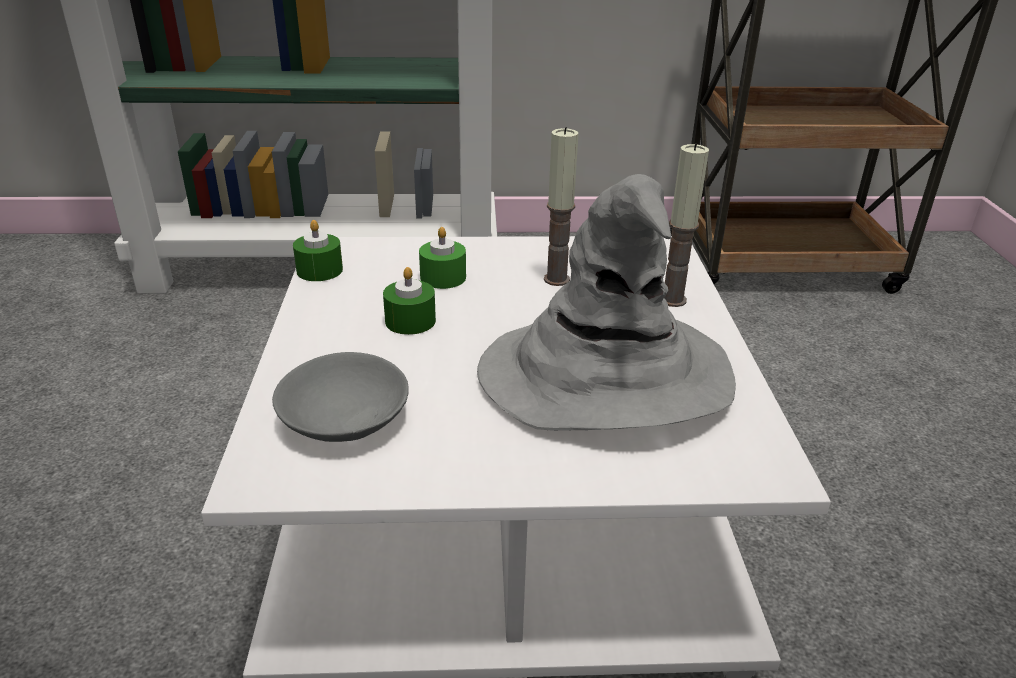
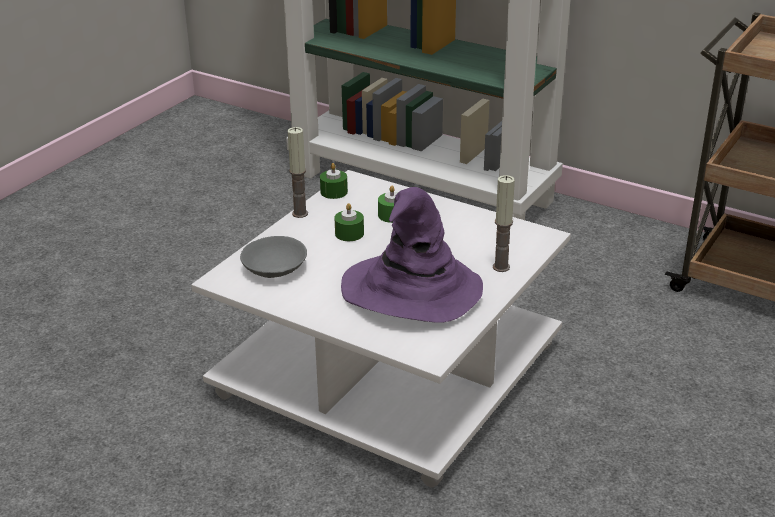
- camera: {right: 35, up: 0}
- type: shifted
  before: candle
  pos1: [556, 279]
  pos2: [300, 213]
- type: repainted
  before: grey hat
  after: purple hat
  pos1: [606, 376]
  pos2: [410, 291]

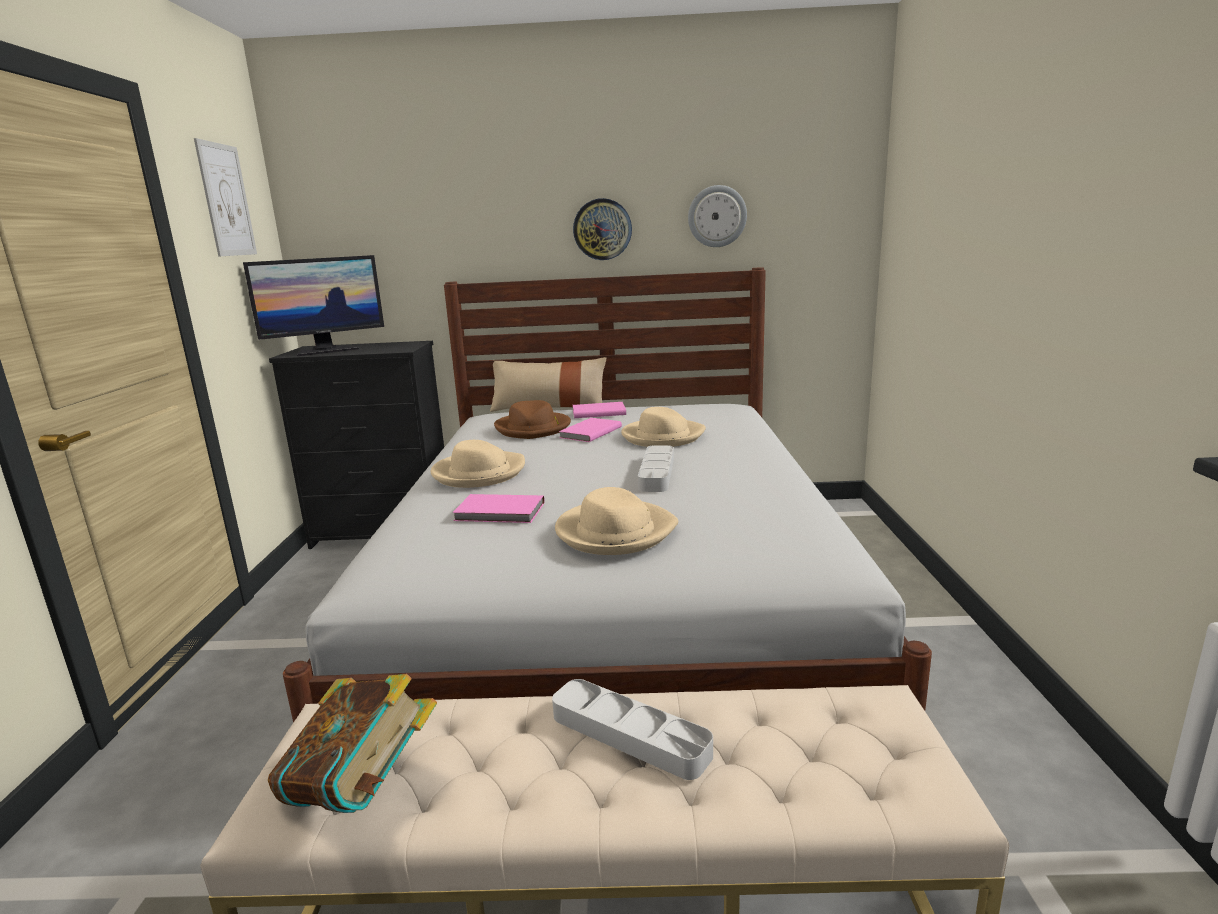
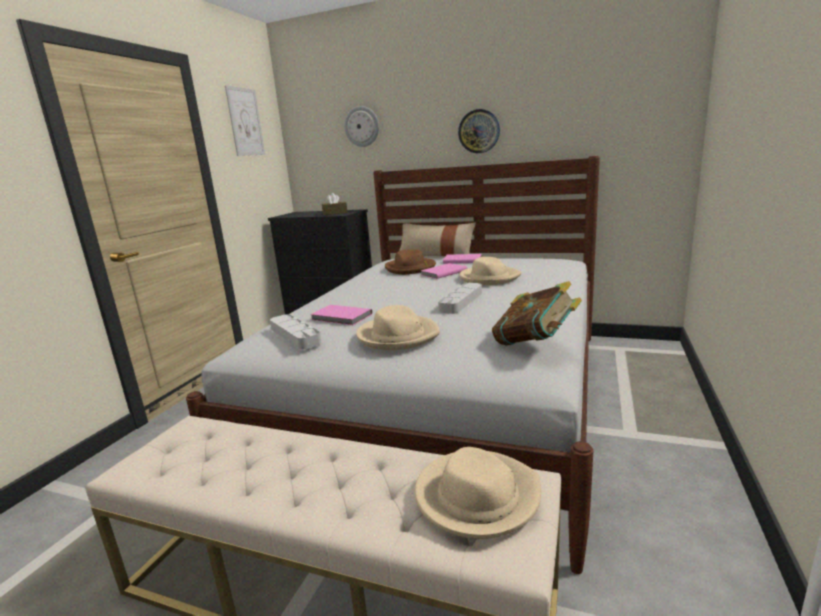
- camera: {right: 20, up: 0}
- type: shifted
  before: wall clock
  pos1: [717, 216]
  pos2: [362, 126]
- type: gone
  before: monitor
  pos1: [326, 351]
- type: shifted
  before: beige hat
  pos1: [479, 473]
  pos2: [476, 496]
- type: shifted
  before: book
  pos1: [362, 790]
  pos2: [535, 344]
- type: shifted
  before: grey tray
  pos1: [629, 734]
  pos2: [295, 335]
- type: new
  after: brown tissue box
  pos2: [335, 213]

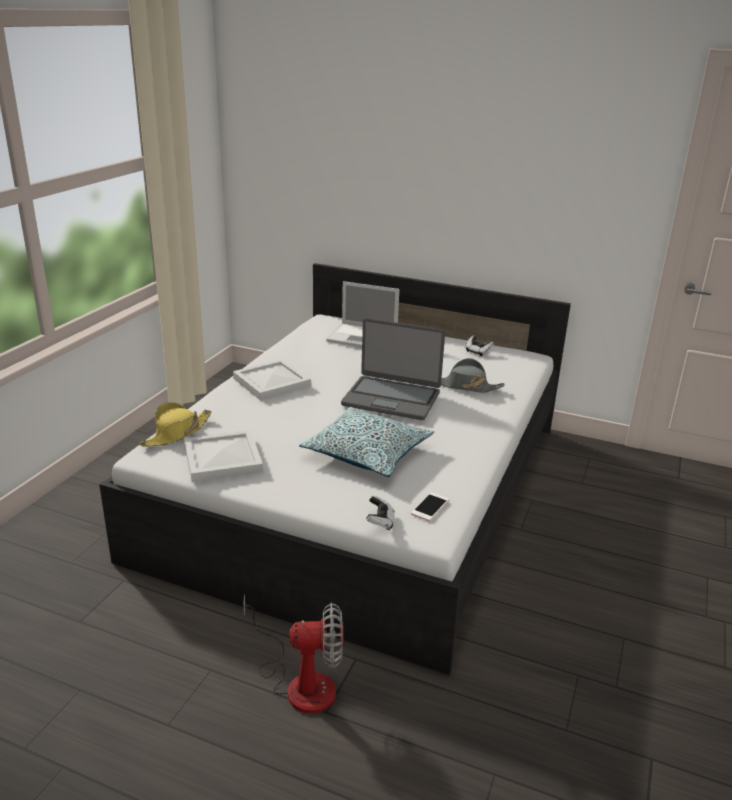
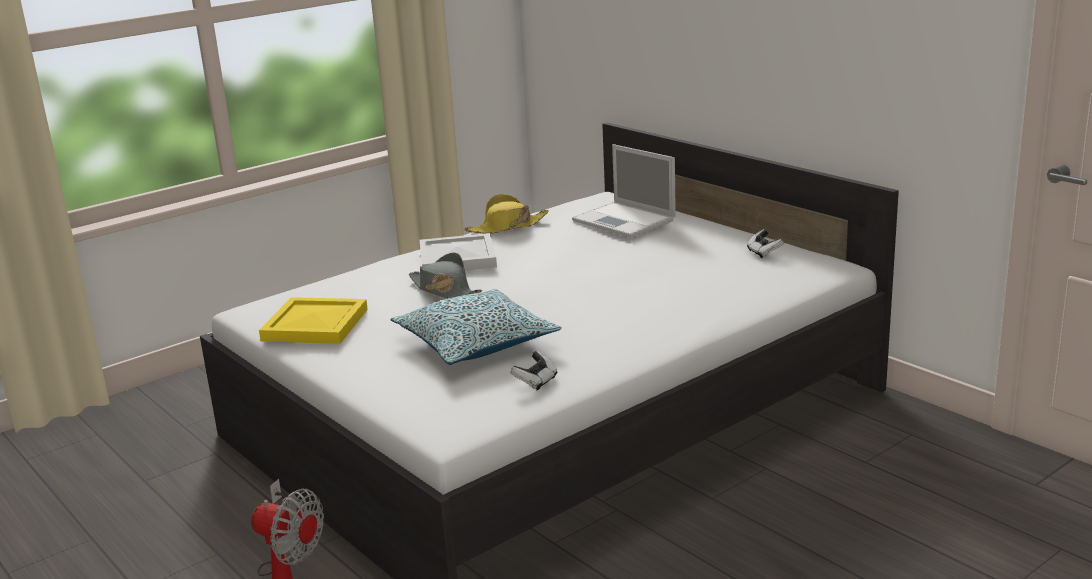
- camera: {right: 30, up: -5}
- type: gone
  before: laptop
  pos1: [391, 398]
- type: shifted
  before: grey hat
  pos1: [466, 386]
  pos2: [444, 290]
- type: shifted
  before: yellow hat
  pos1: [177, 433]
  pos2: [507, 227]
- type: repainted
  before: white tray
  after: yellow tray
  pos1: [223, 458]
  pos2: [317, 324]
- type: gone
  before: phone
  pos1: [430, 507]
- type: shifted
  before: game controller
  pos1: [380, 522]
  pos2: [536, 381]

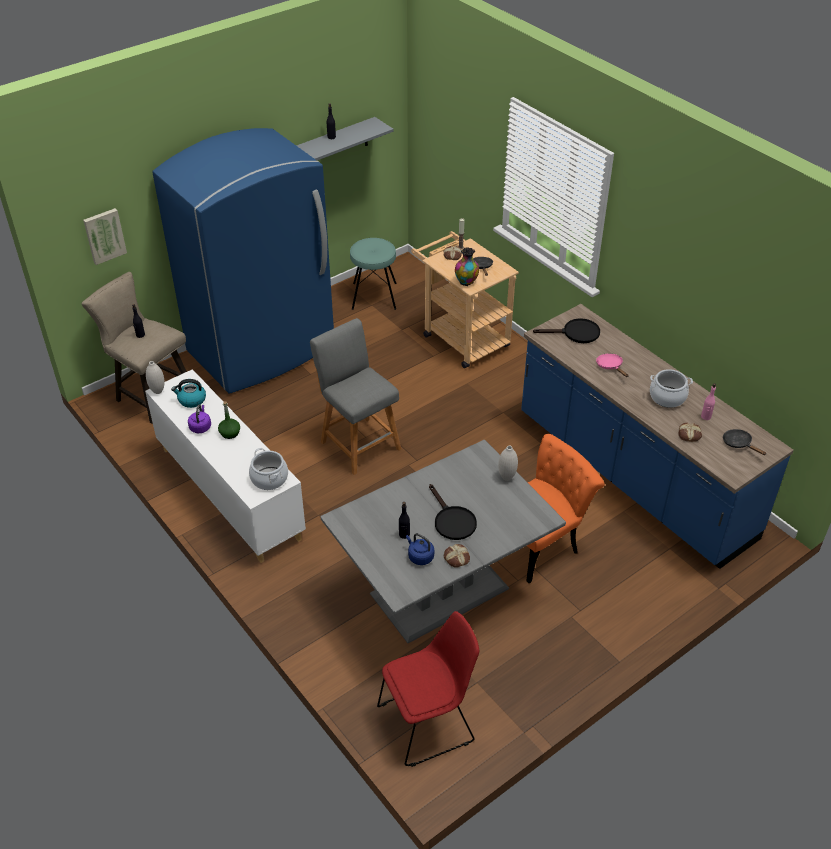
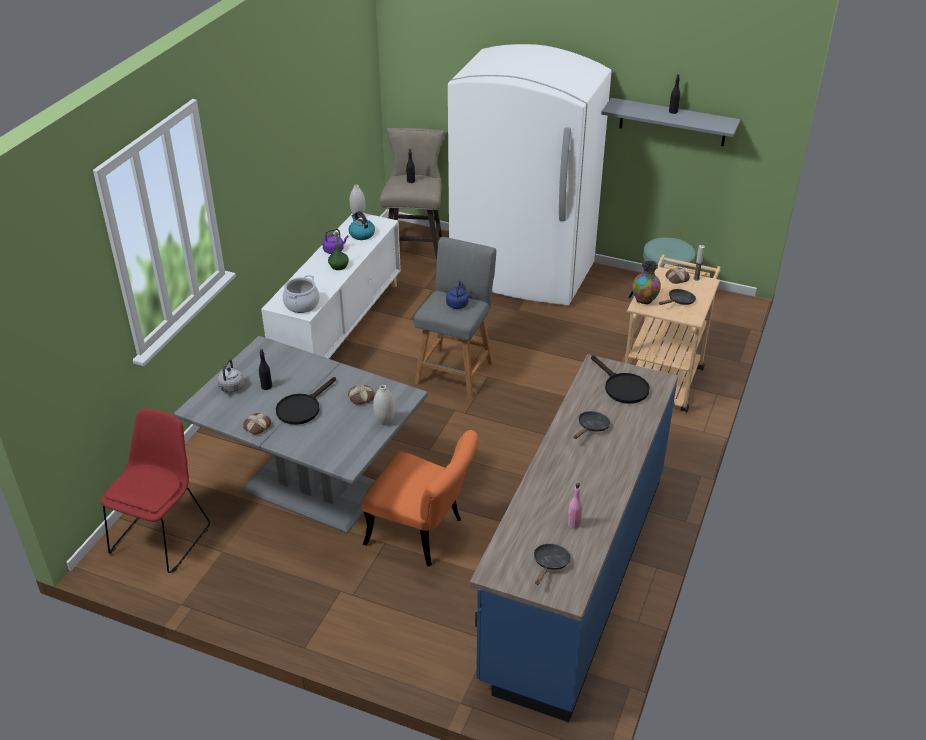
- camera: {right: 60, up: -5}
- type: repainted
  before: blue fridge
  after: white fridge
  pos1: [262, 349]
  pos2: [522, 273]
- type: gone
  before: picture
  pos1: [104, 235]
- type: repainted
  before: pink frying pan
  after: black frying pan
  pos1: [610, 366]
  pos2: [591, 427]
- type: gone
  before: cooking pot
  pos1: [667, 397]
- type: shifted
  before: bread
  pos1: [689, 434]
  pos2: [361, 398]
- type: shifted
  before: blue kettle
  pos1: [419, 556]
  pos2: [457, 304]
- type: rotated
  before: red chair
  pos1: [428, 722]
  pos2: [162, 536]
  turn: -105
- type: new
  after: grey kettle
  pos2: [231, 388]

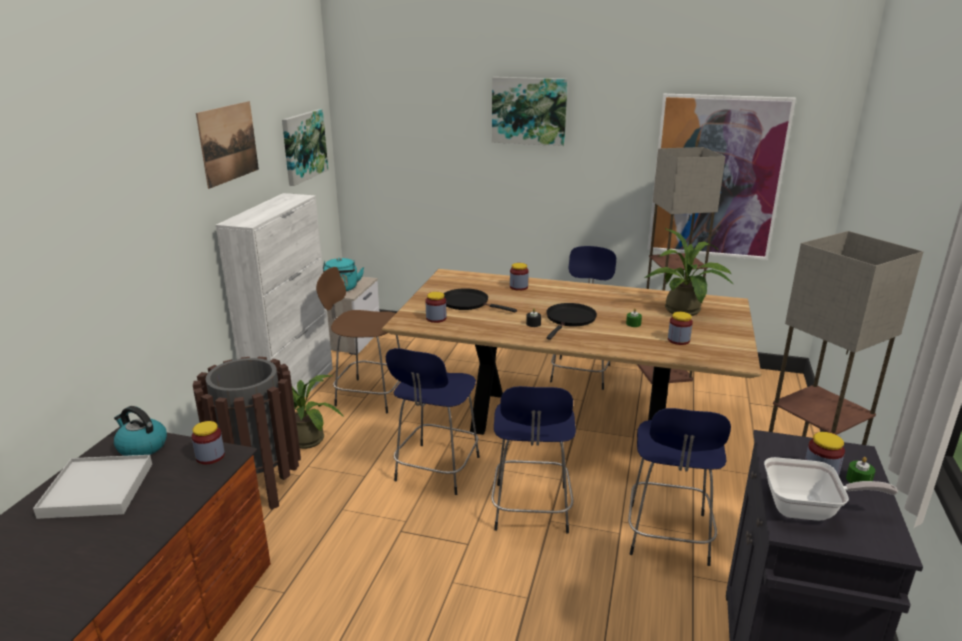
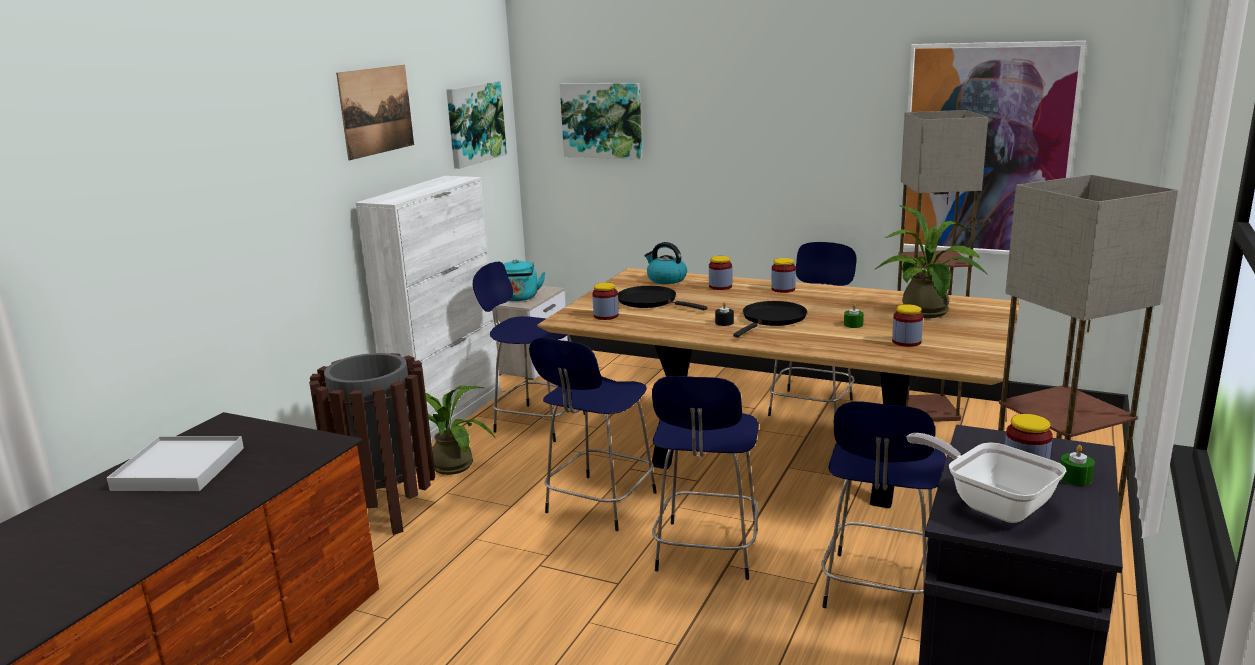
- camera: {right: 10, up: -5}
- type: shifted
  before: picture
  pos1: [529, 111]
  pos2: [602, 120]
- type: repainted
  before: brown stool
  after: blue stool
  pos1: [368, 395]
  pos2: [537, 422]
- type: shifted
  before: kettle
  pos1: [141, 447]
  pos2: [666, 279]
- type: shifted
  before: jar
  pos1: [210, 456]
  pos2: [783, 289]
- type: rotated
  before: frying pan
  pos1: [808, 509]
  pos2: [991, 504]
  turn: -150

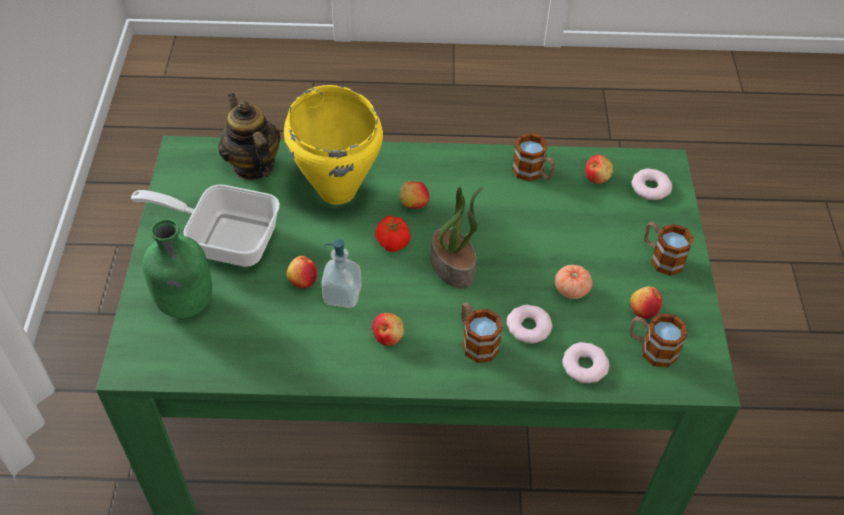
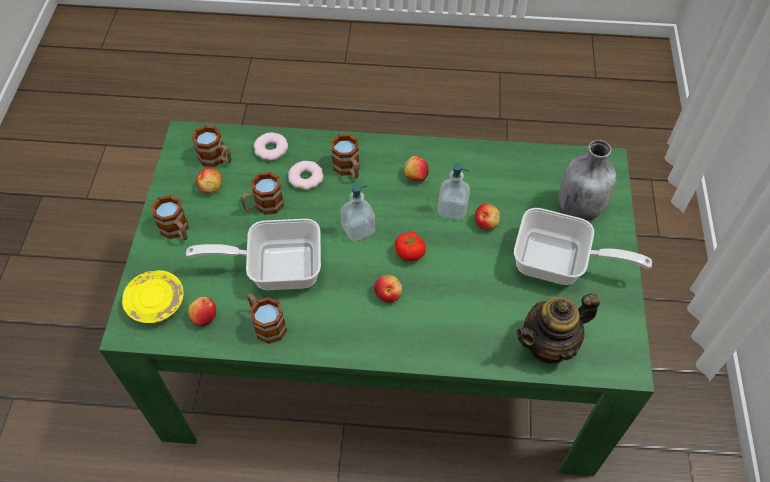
- camera: {right: -175, up: 5}
- type: gone
  before: yellow cooking pot
  pos1: [338, 190]
- type: rotated
  before: teapot
  pos1: [253, 166]
  pos2: [549, 345]
  turn: 90
- type: swapped
  before: donut
  after: yellow plate
  pos1: [650, 187]
  pos2: [156, 302]
- type: swapped
  before: potted plant
  after: soap dispenser
  pos1: [453, 267]
  pos2: [358, 229]
- type: repainted
  before: green bottle
  after: grey bottle
  pos1: [185, 303]
  pos2: [579, 207]
- type: swapped
  before: tomato
  after: mug
  pos1: [571, 289]
  pos2: [263, 206]
- type: new
  after: frying pan
  pos2: [275, 267]

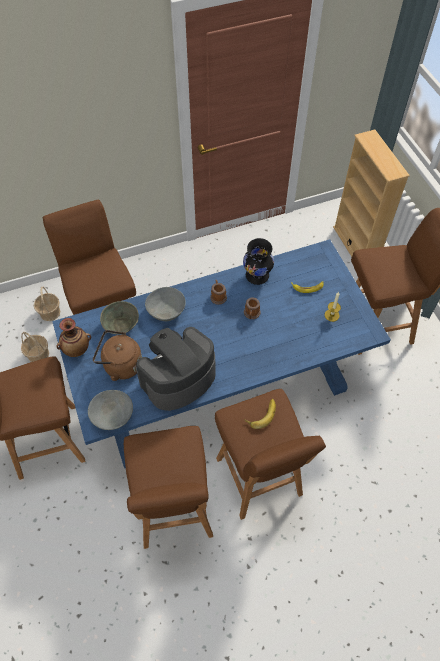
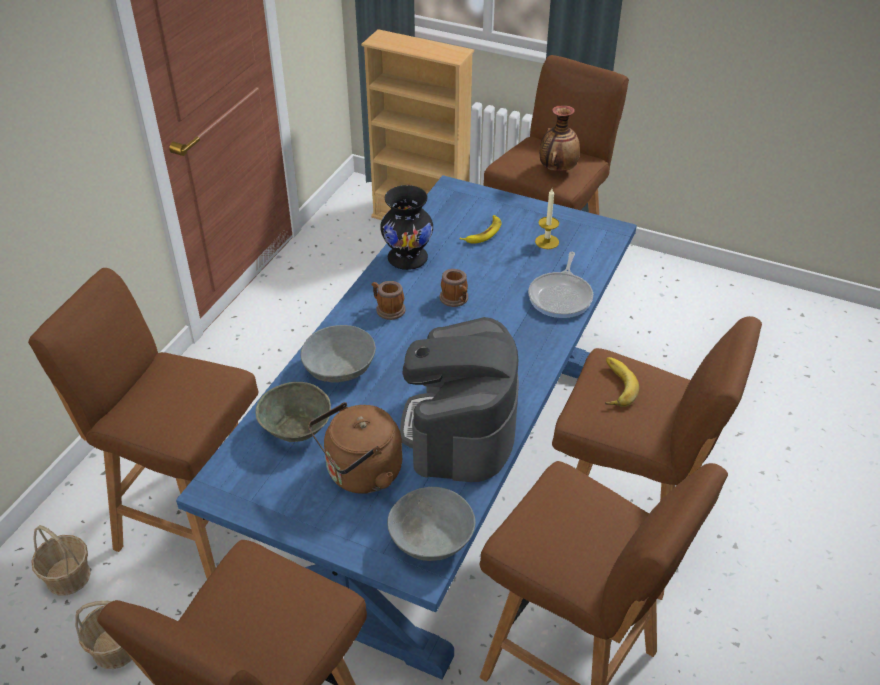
- camera: {right: -45, up: -15}
- type: shifted
  before: vase
  pos1: [76, 349]
  pos2: [557, 169]
- type: new
  after: frying pan
  pos2: [561, 296]

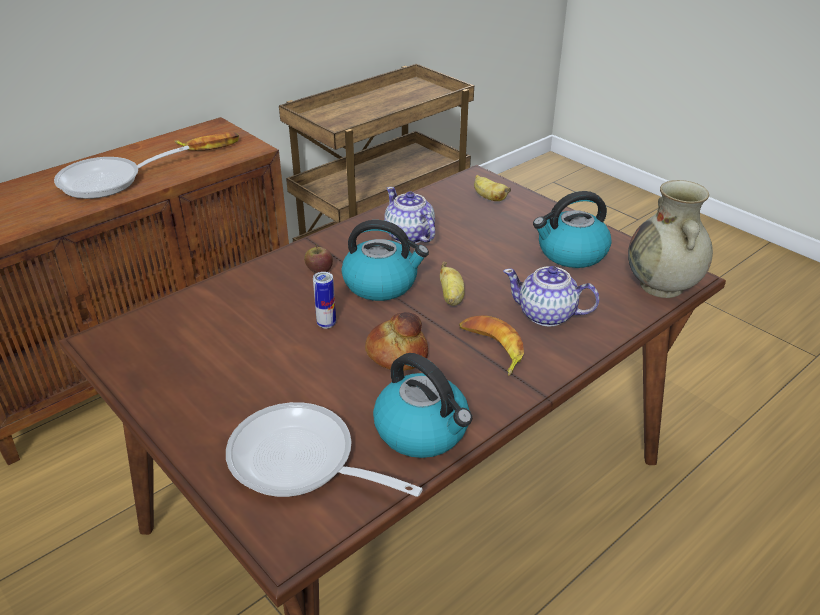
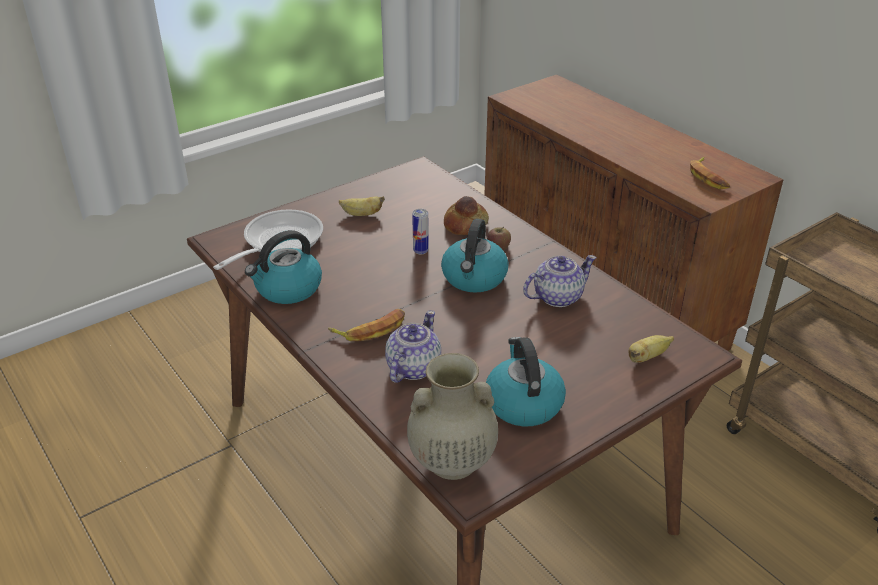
- camera: {right: 95, up: 0}
- type: gone
  before: frying pan
  pos1: [108, 181]
- type: shifted
  before: banana
  pos1: [451, 297]
  pos2: [361, 214]
- type: shifted
  before: bread
  pos1: [397, 354]
  pos2: [465, 225]

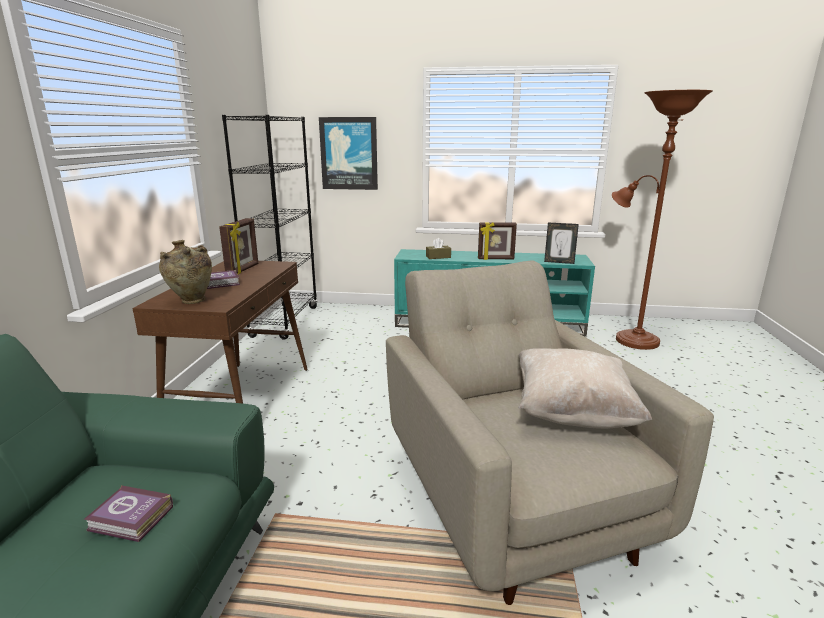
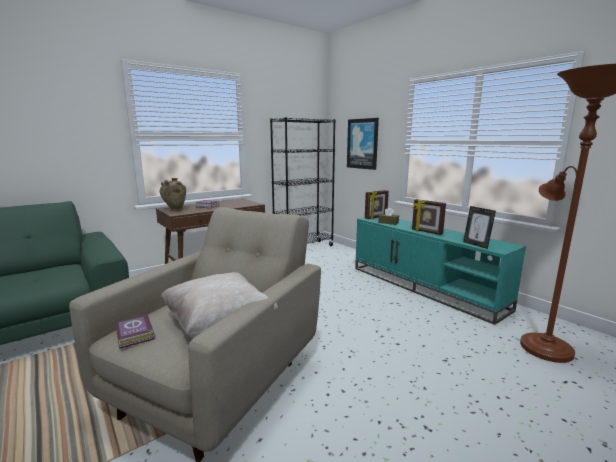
- camera: {right: 45, up: -5}
- type: shifted
  before: picture frame
  pos1: [243, 270]
  pos2: [376, 217]
- type: shifted
  before: book
  pos1: [131, 519]
  pos2: [134, 335]

